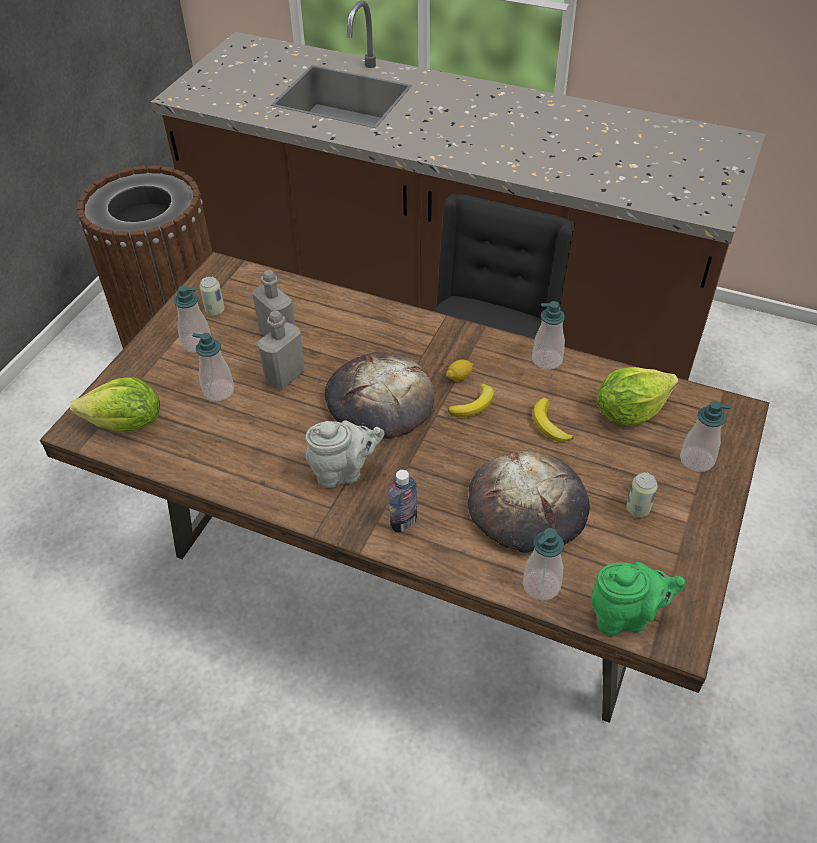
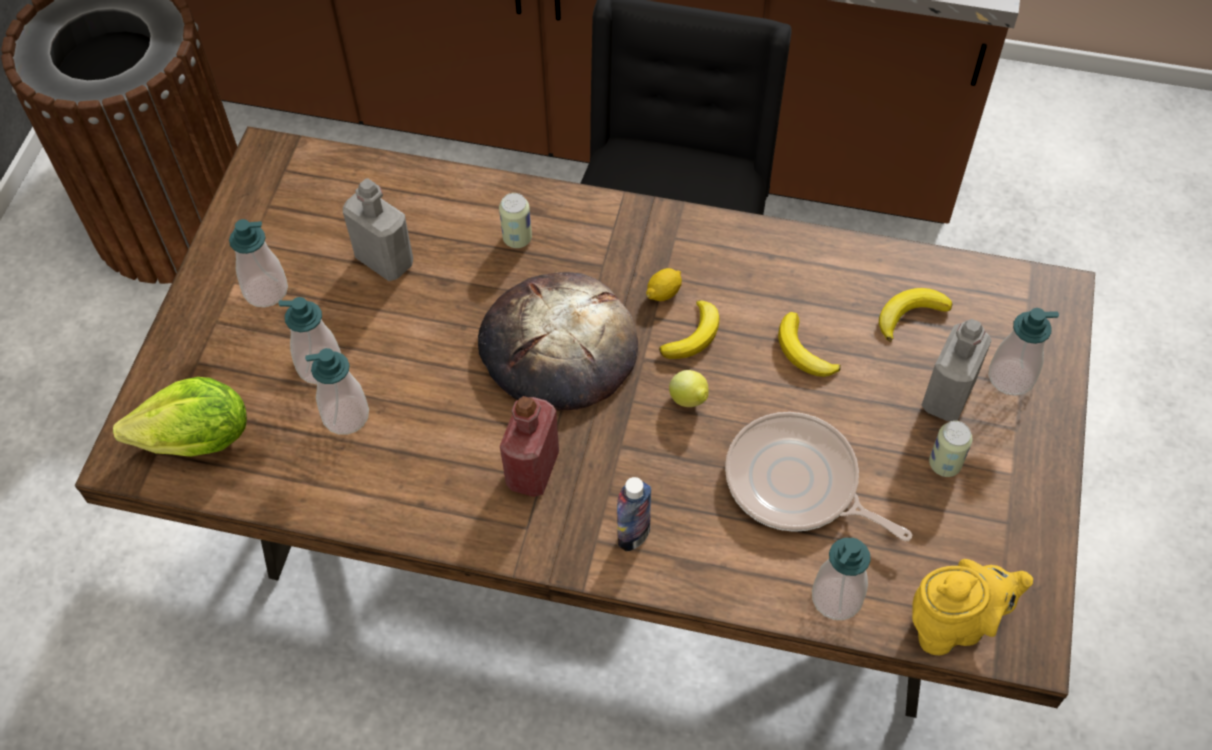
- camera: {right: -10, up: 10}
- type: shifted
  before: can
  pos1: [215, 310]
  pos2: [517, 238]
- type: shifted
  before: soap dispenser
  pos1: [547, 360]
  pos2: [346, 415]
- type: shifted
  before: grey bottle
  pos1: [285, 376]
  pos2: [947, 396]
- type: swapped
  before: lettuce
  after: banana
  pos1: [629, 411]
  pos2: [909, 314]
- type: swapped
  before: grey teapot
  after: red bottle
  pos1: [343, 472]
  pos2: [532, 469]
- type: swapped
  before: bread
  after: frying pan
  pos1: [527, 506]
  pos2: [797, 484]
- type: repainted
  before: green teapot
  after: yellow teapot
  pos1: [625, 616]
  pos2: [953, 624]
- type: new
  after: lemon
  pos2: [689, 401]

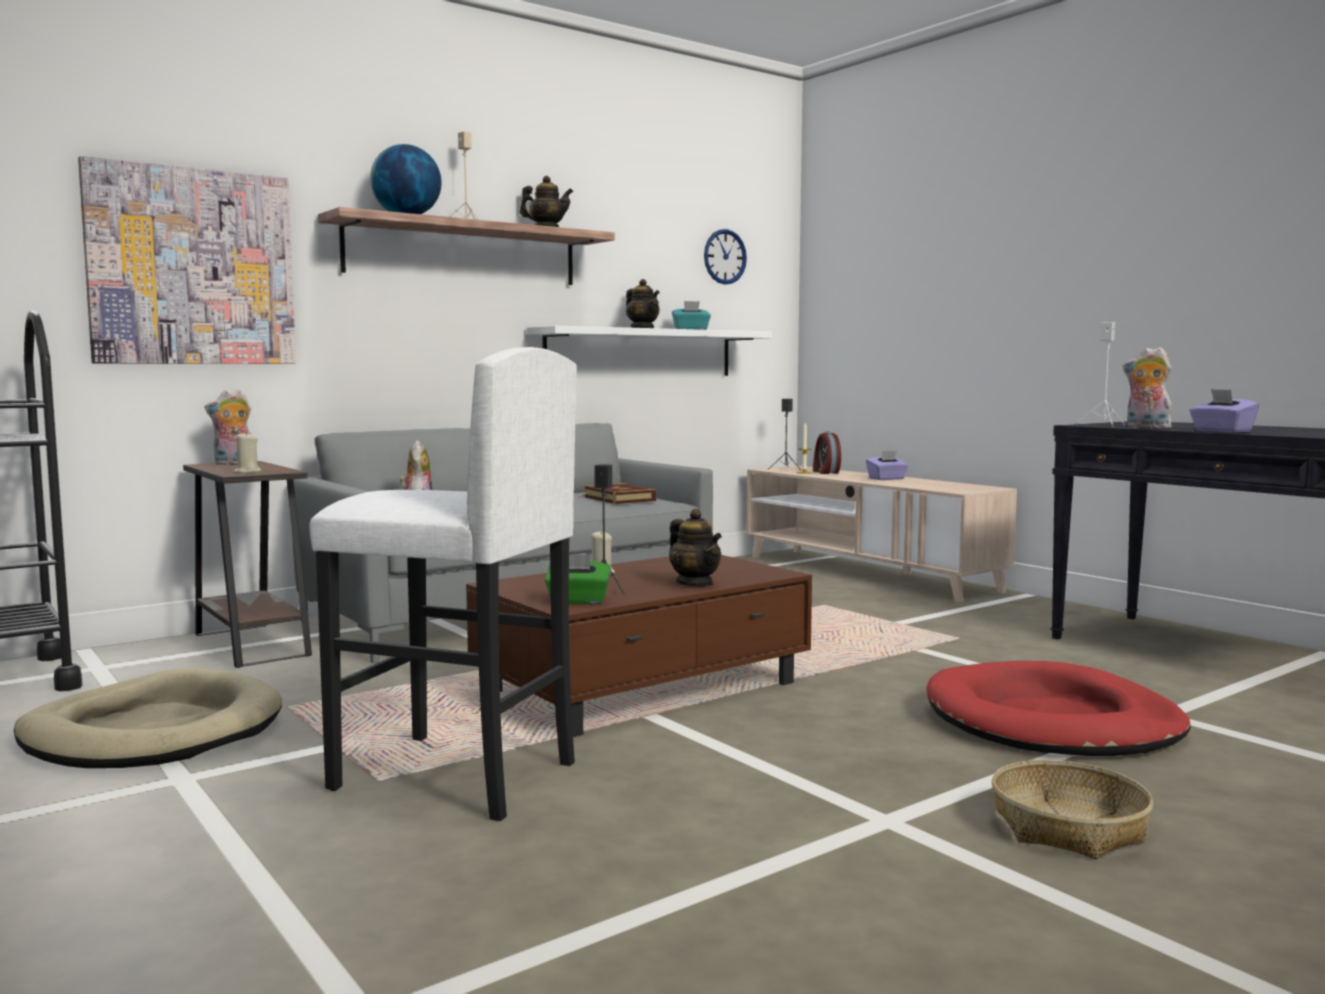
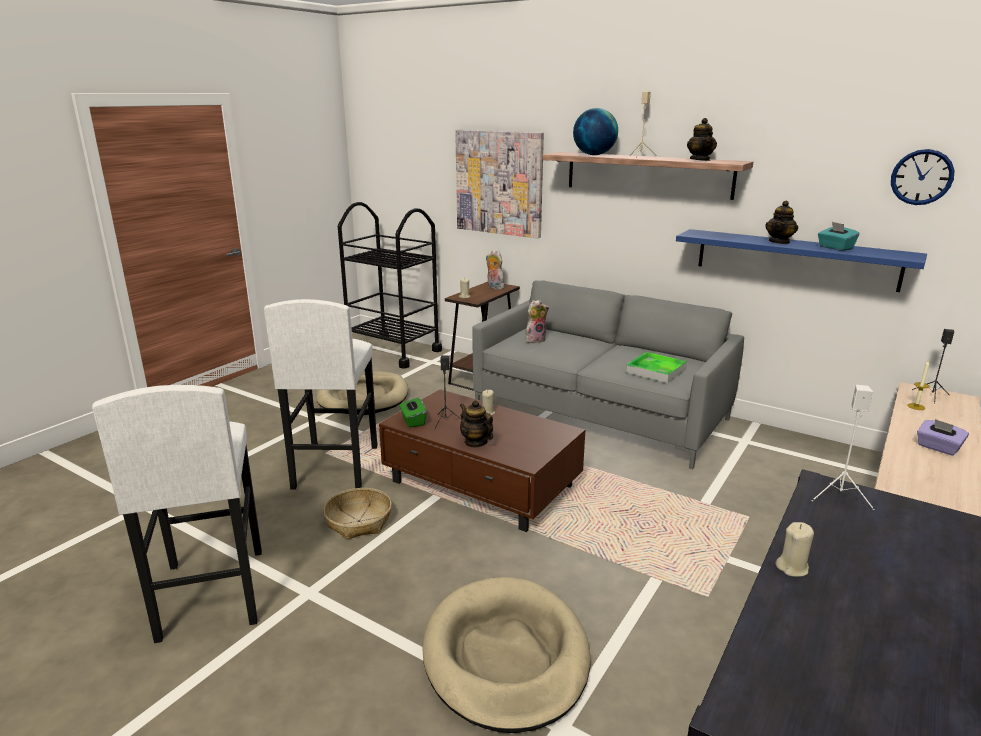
- camera: {right: 70, up: 15}
- type: repainted
  before: white shelf
  after: blue shelf
  pos1: [640, 353]
  pos2: [795, 259]
- type: gone
  before: plush toy
  pos1: [1146, 428]
- type: swapped
  before: purple tissue box
  after: beige candle
  pos1: [1222, 431]
  pos2: [792, 567]
- type: gone
  before: alarm clock
  pos1: [825, 472]
- type: swapped
  before: book
  after: tray
  pos1: [619, 499]
  pos2: [656, 370]
- type: rotated
  before: teapot
  pos1: [695, 584]
  pos2: [476, 442]
  turn: 105
- type: repainted
  before: red dog bed
  after: beige dog bed
  pos1: [1052, 721]
  pos2: [505, 656]
- type: shifted
  before: basket
  pos1: [1067, 827]
  pos2: [359, 521]
- type: new
  after: white stool
  pos2: [211, 594]

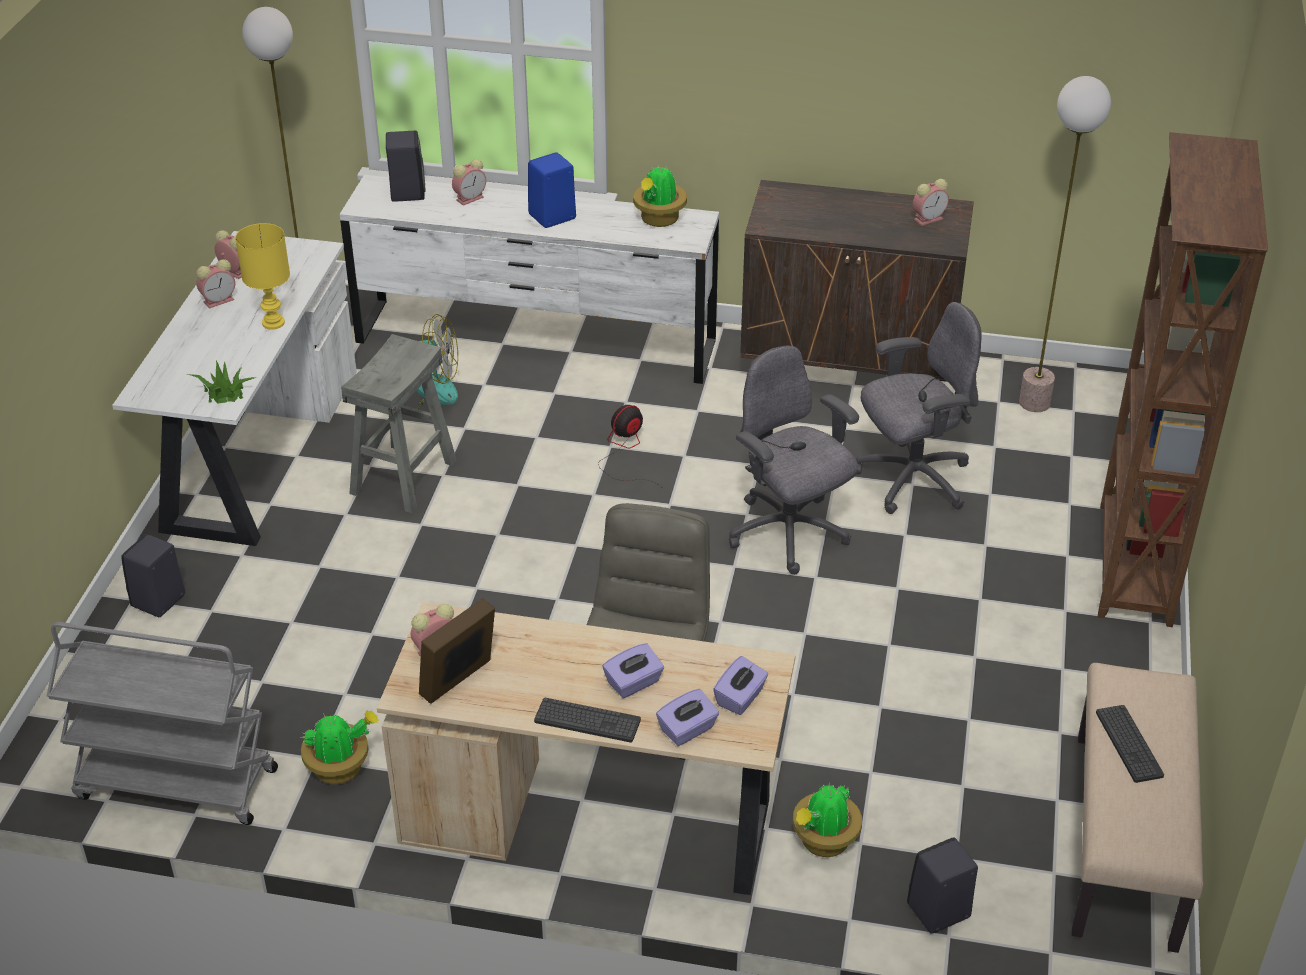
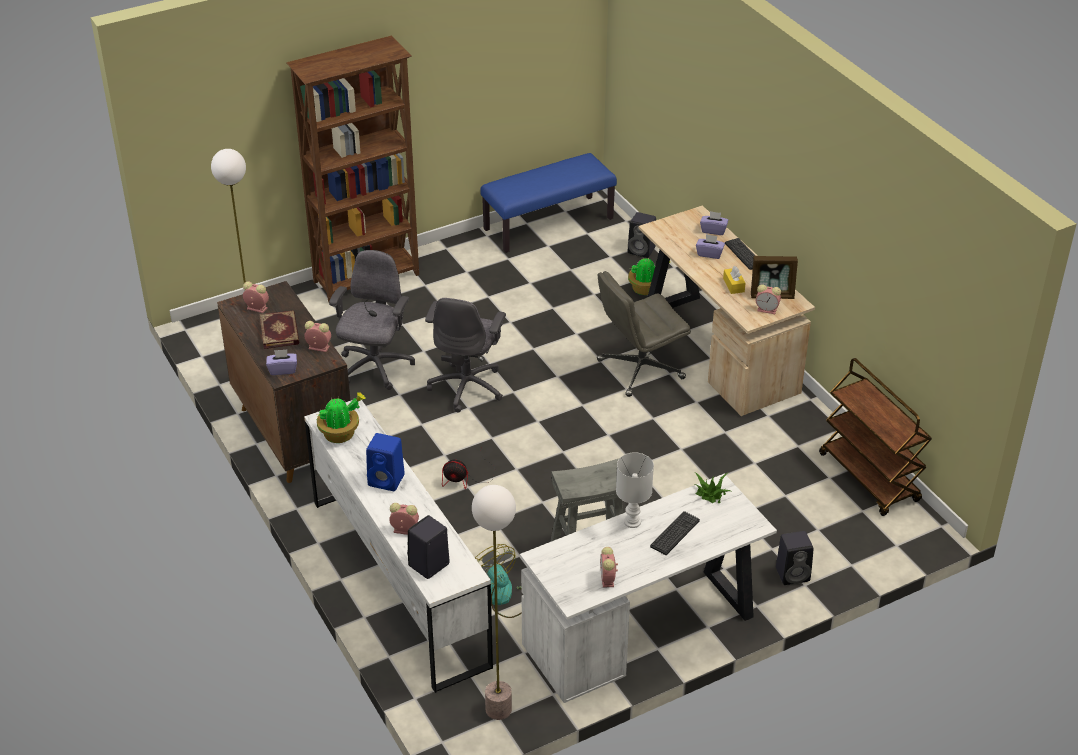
- camera: {right: -130, up: 0}
- type: repainted
  before: yellow table lamp
  after: white table lamp
  pos1: [273, 322]
  pos2: [631, 522]
- type: shifted
  before: alarm clock
  pos1: [219, 300]
  pos2: [318, 347]
- type: rotated
  before: grey office chair
  pos1: [911, 480]
  pos2: [375, 368]
  turn: 75
- type: repainted
  before: grey cart
  after: brown cart
  pos1: [175, 784]
  pos2: [869, 478]
- type: shifted
  before: purple tissue box
  pos1: [740, 698]
  pos2: [282, 369]
- type: repainted
  before: beige bench
  after: blue bench
  pos1: [1126, 840]
  pos2: [548, 224]
- type: shifted
  before: keyboard
  pos1: [1129, 744]
  pos2: [675, 533]
- type: gone
  before: potted plant
  pos1: [340, 768]
- type: new
  after: yellow tissue box
  pos2: [733, 285]
- type: new
  after: book
  pos2: [280, 331]

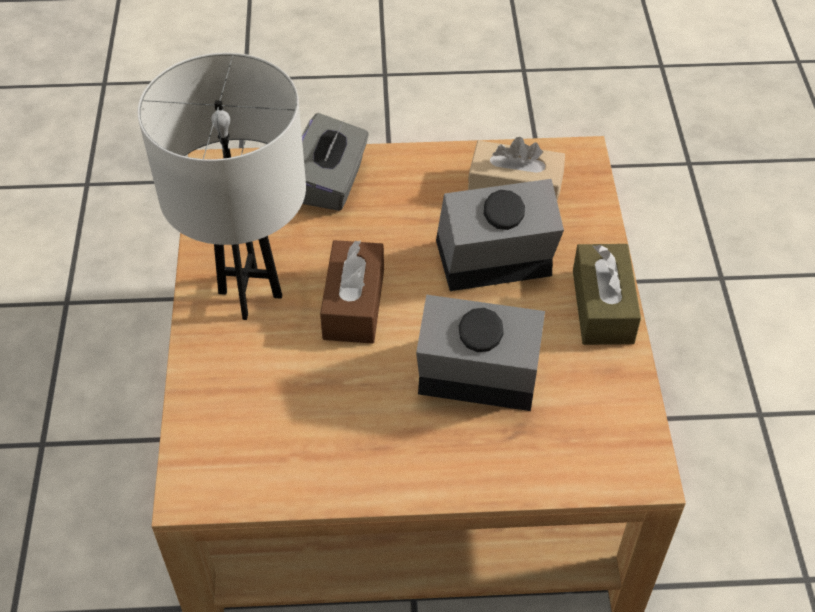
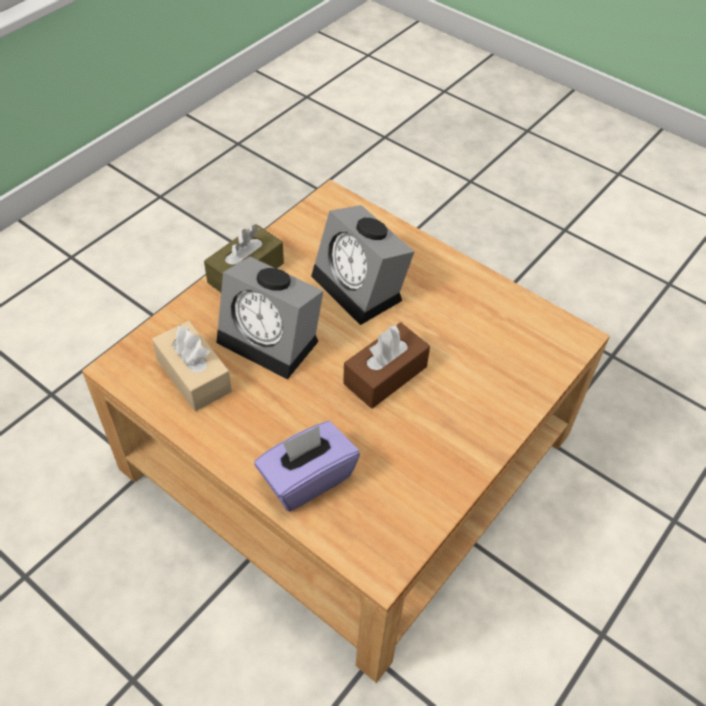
- camera: {right: -140, up: 0}
- type: gone
  before: white table lamp
  pos1: [250, 295]
- type: repainted
  before: grey tissue box
  after: purple tissue box
  pos1: [331, 183]
  pos2: [307, 478]

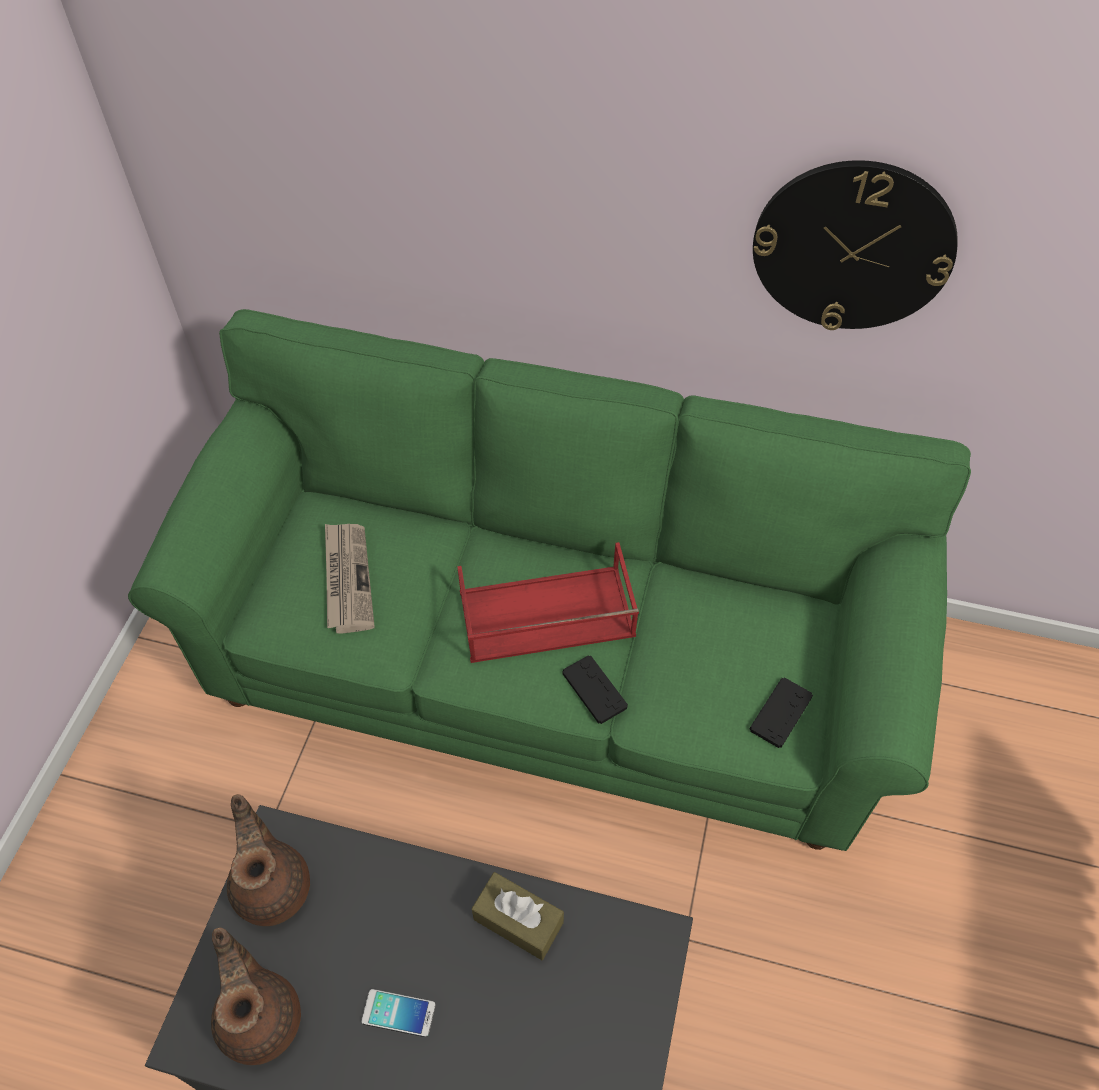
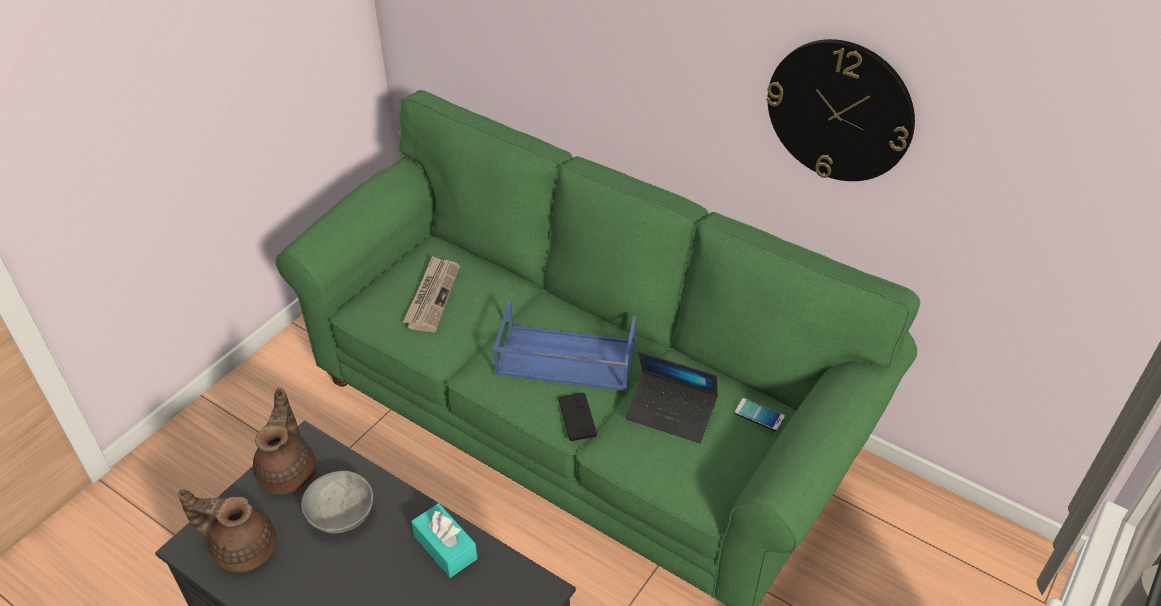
- camera: {right: 20, up: -10}
- type: repainted
  before: red tray
  after: blue tray
  pos1: [545, 616]
  pos2: [564, 359]
- type: gone
  before: black game controller
  pos1: [781, 713]
- type: repainted
  before: brown tissue box
  after: turquoise tissue box
  pos1: [518, 921]
  pos2: [445, 547]
- type: rotated
  before: brown teapot
  pos1: [261, 1015]
  pos2: [242, 547]
  turn: -75
- type: shifted
  before: phone
  pos1: [398, 1013]
  pos2: [759, 415]
- type: new
  after: laptop
  pos2: [671, 413]
- type: new
  after: grey bowl
  pos2: [341, 513]

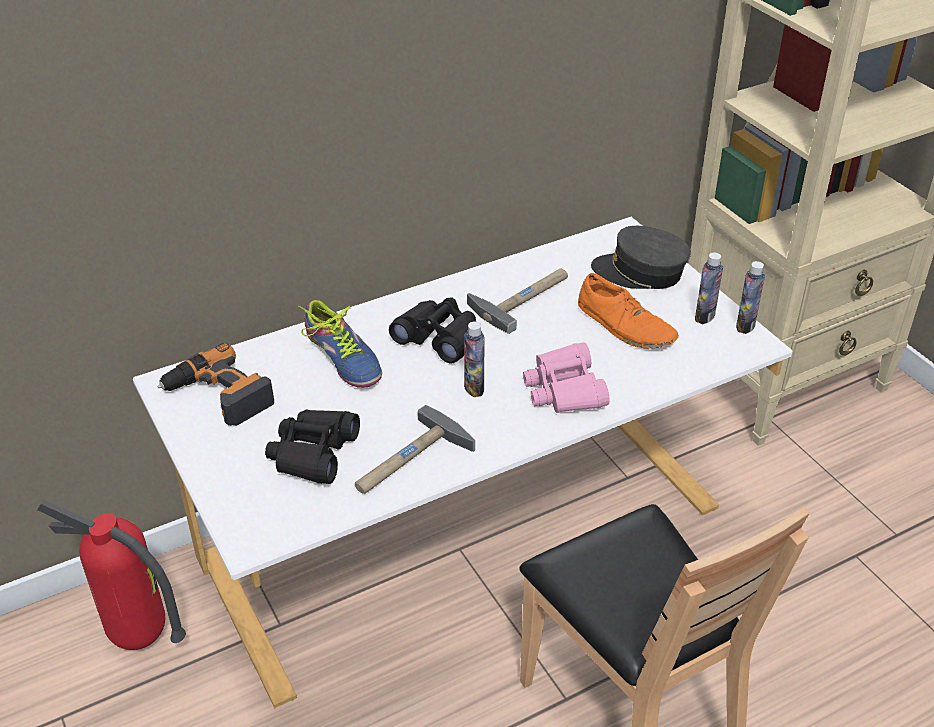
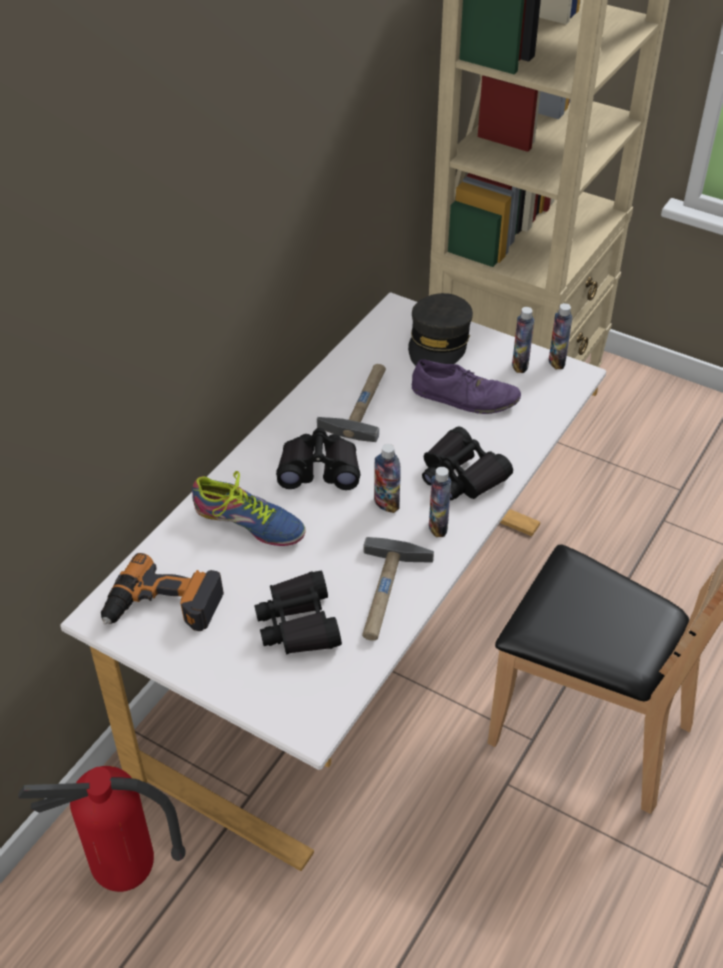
- camera: {right: -30, up: 5}
- type: rotated
  before: grey cap
  pos1: [640, 272]
  pos2: [438, 343]
  turn: -60
- type: repainted
  before: orange shoe
  after: purple shoe
  pos1: [625, 325]
  pos2: [464, 397]
- type: repainted
  before: pink binoculars
  after: black binoculars
  pos1: [564, 389]
  pos2: [461, 475]
- type: new
  after: bottle
  pos2: [438, 526]

